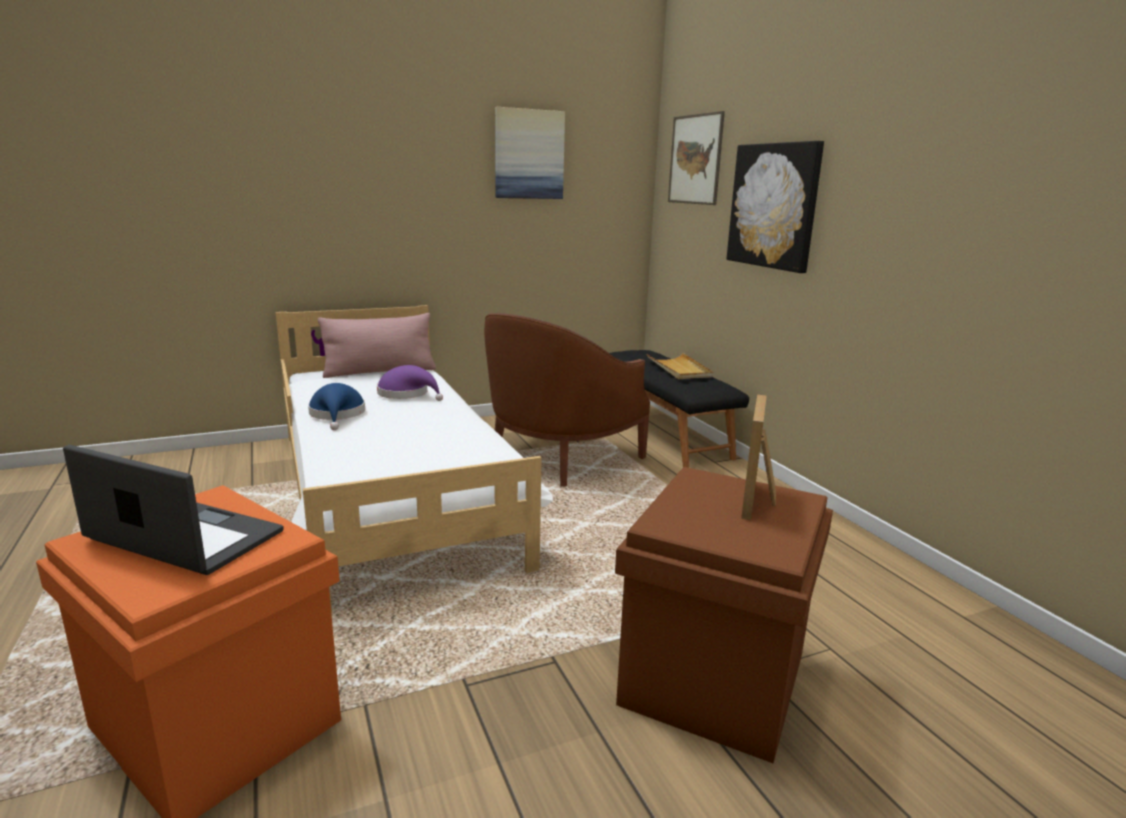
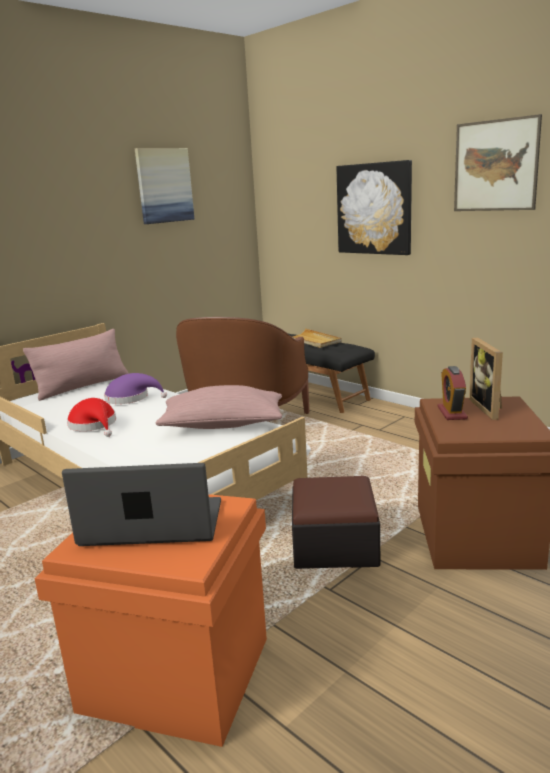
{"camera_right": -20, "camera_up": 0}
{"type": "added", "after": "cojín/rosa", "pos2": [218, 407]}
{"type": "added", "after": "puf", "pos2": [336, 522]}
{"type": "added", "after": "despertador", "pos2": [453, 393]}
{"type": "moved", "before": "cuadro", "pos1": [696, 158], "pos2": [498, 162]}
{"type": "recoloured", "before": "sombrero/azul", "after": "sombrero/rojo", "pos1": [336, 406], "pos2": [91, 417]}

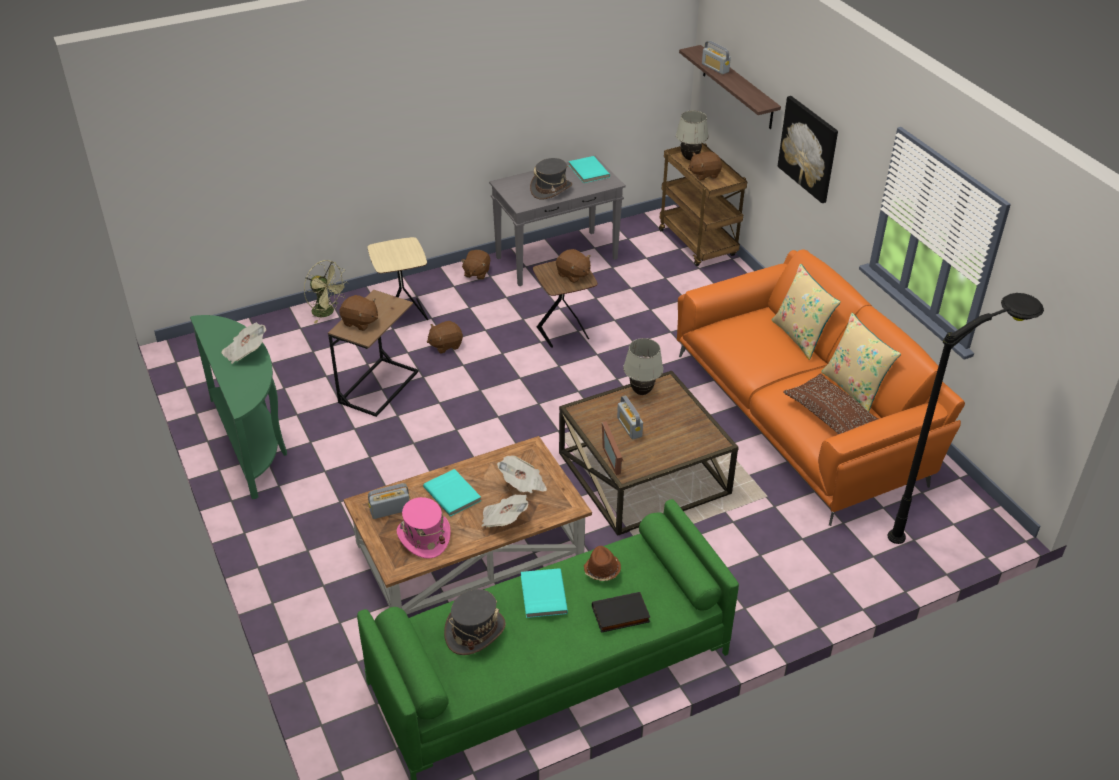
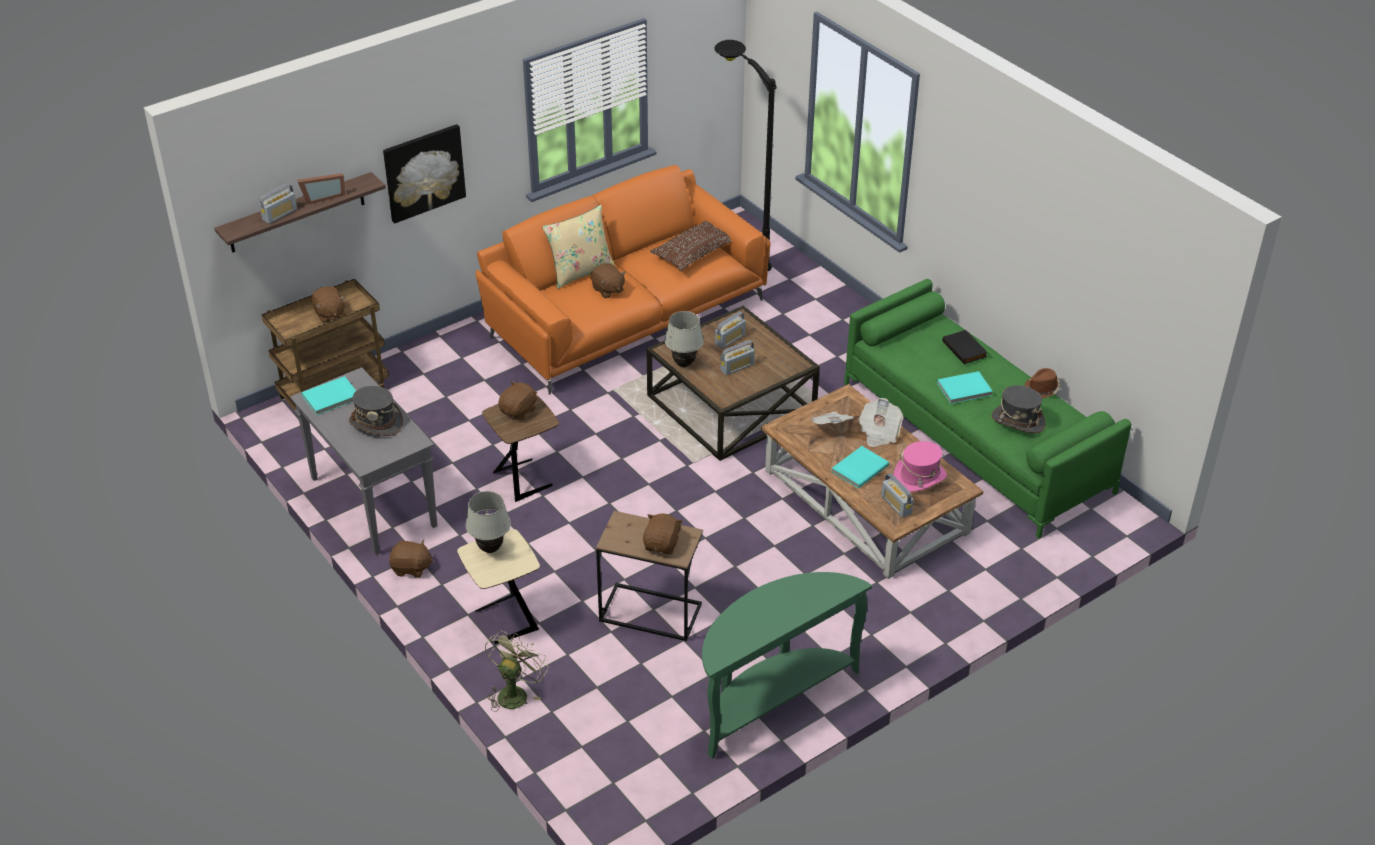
{"camera_right": -100, "camera_up": 0}
{"type": "removed", "before": "periódico", "pos1": [244, 343]}
{"type": "removed", "before": "cojín/beis", "pos1": [861, 362]}
{"type": "added", "after": "radio", "pos2": [730, 330]}
{"type": "moved", "before": "peluche/marrón", "pos1": [445, 337], "pos2": [608, 280]}
{"type": "moved", "before": "sombrero/marrón", "pos1": [602, 563], "pos2": [1042, 383]}
{"type": "moved", "before": "portarretratos", "pos1": [612, 448], "pos2": [321, 189]}
{"type": "moved", "before": "lámpara de mesa/blanco", "pos1": [692, 135], "pos2": [488, 522]}

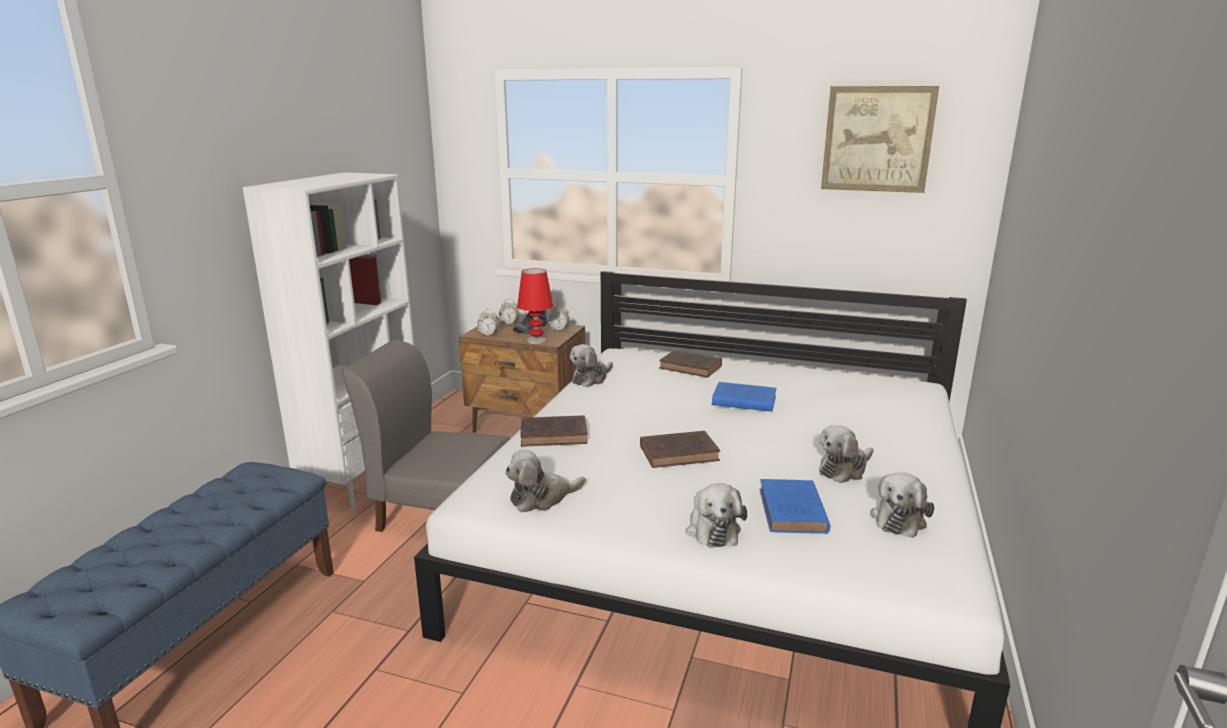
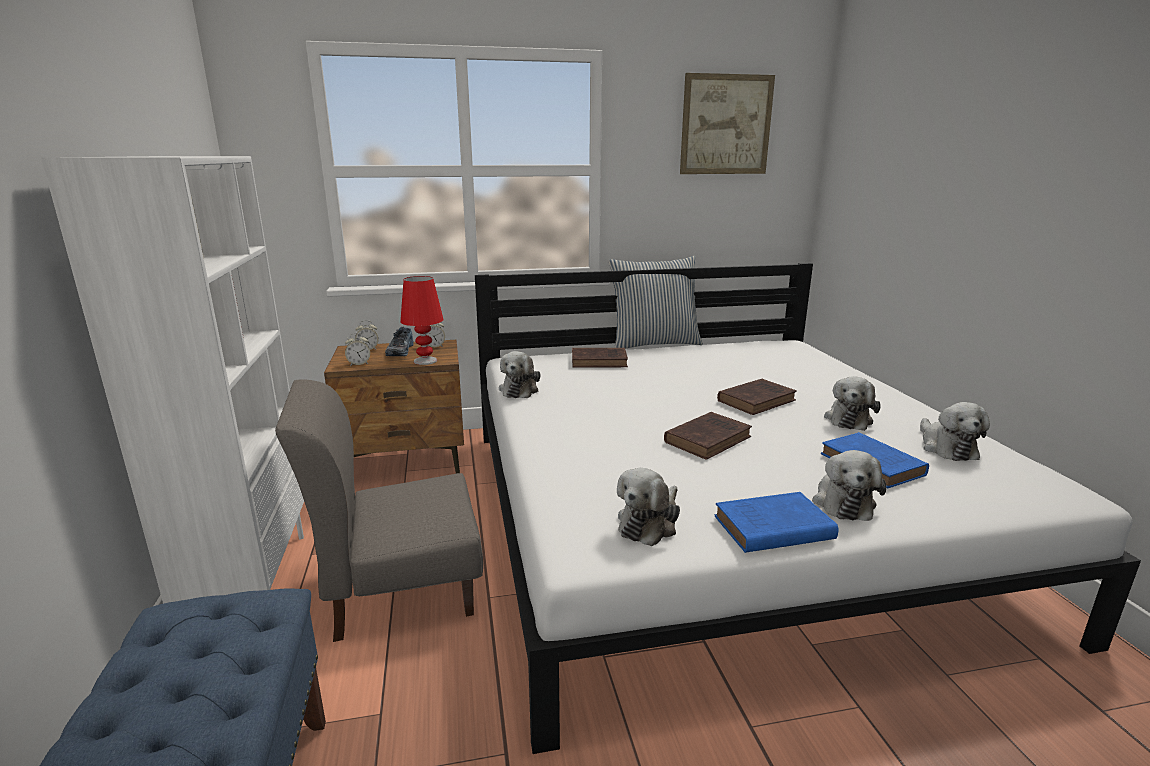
{"camera_right": -30, "camera_up": 0}
{"type": "added", "after": "cojín", "pos2": [656, 302]}
{"type": "moved", "before": "libro/marrón", "pos1": [554, 431], "pos2": [757, 397]}
{"type": "moved", "before": "libro/azul", "pos1": [744, 397], "pos2": [776, 522]}
{"type": "turned", "before": "peluche", "pos1": [716, 515], "pos2": [849, 485], "turn": 45}

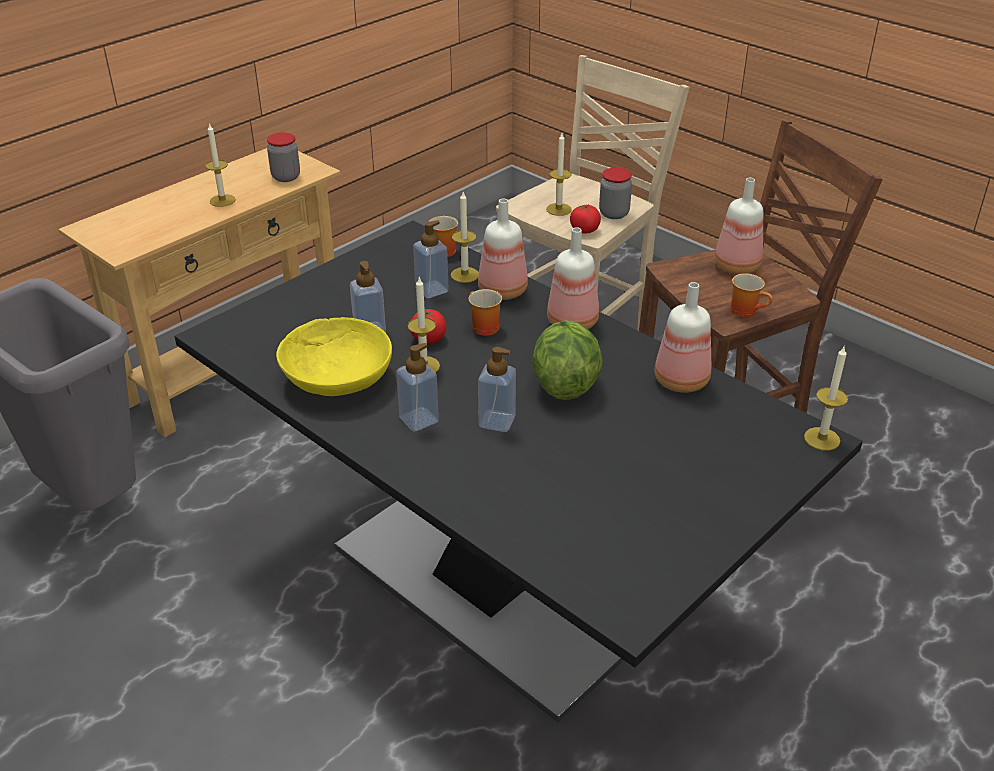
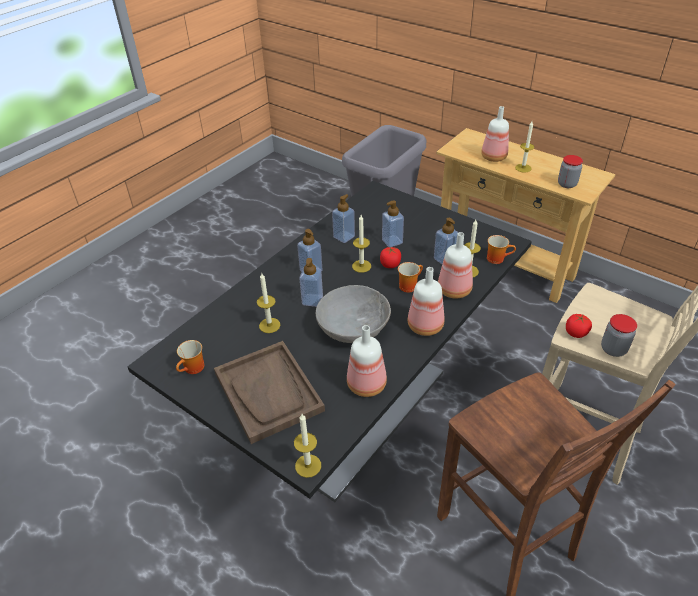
{"camera_right": 85, "camera_up": 5}
{"type": "added", "after": "bandeja/marrón", "pos2": [269, 392]}
{"type": "moved", "before": "vela", "pos1": [559, 174], "pos2": [268, 303]}
{"type": "moved", "before": "botella", "pos1": [739, 226], "pos2": [495, 134]}
{"type": "moved", "before": "taza grande", "pos1": [751, 295], "pos2": [190, 357]}
{"type": "replaced", "before": "cuenco/amarillo", "after": "dispensador de jabón", "pos1": [334, 356], "pos2": [343, 218]}
{"type": "replaced", "before": "lechuga", "after": "cuenco/gris", "pos1": [567, 360], "pos2": [353, 314]}

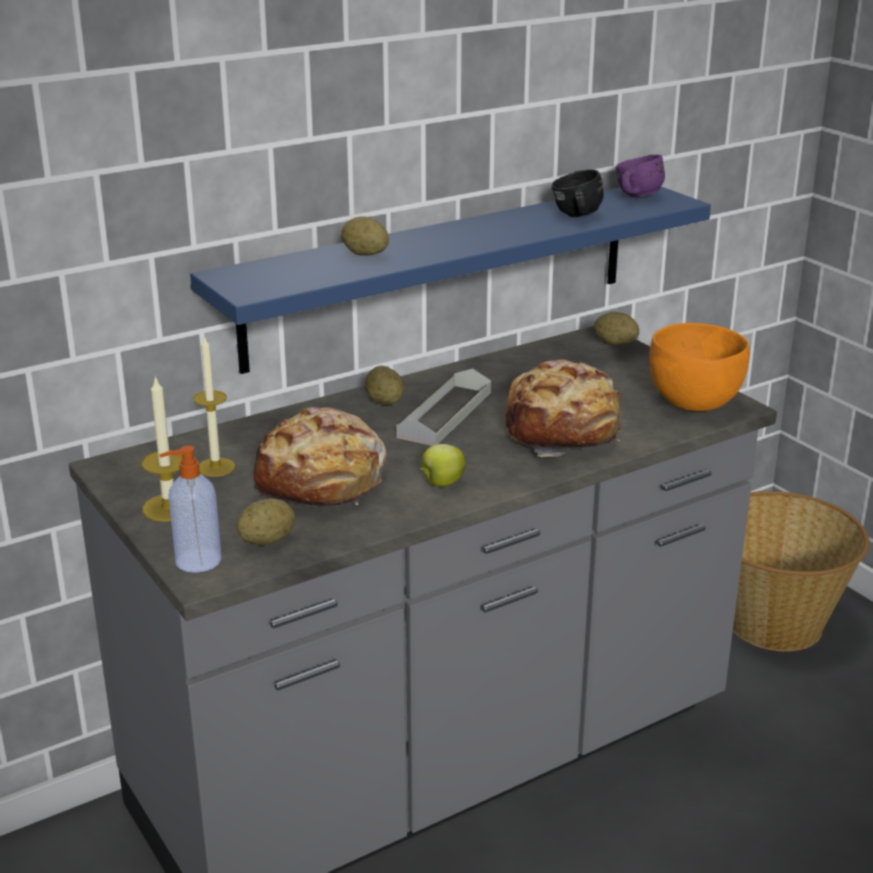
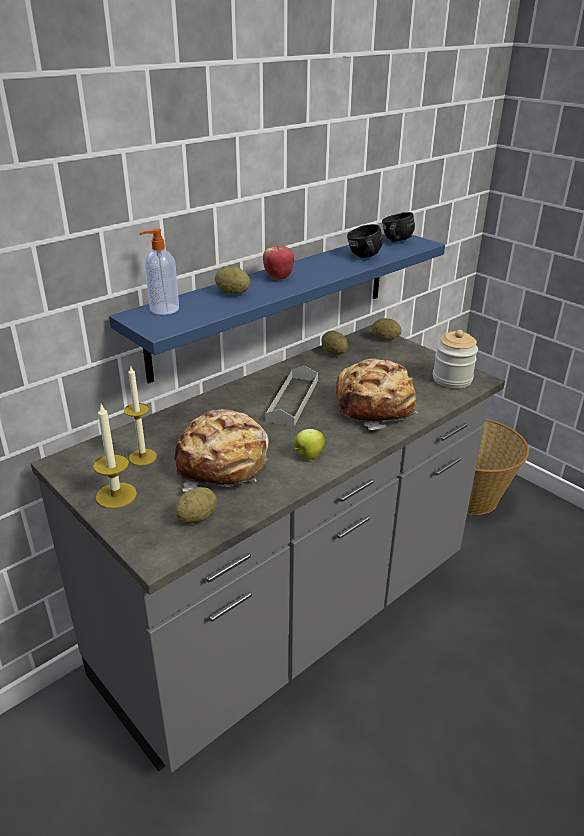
{"camera_right": -10, "camera_up": 5}
{"type": "added", "after": "manzana", "pos2": [278, 262]}
{"type": "moved", "before": "dispensador de jabón", "pos1": [190, 509], "pos2": [159, 272]}
{"type": "moved", "before": "patata", "pos1": [384, 385], "pos2": [334, 342]}
{"type": "replaced", "before": "cuenco/naranja", "after": "tarro", "pos1": [699, 367], "pos2": [455, 359]}
{"type": "recoloured", "before": "taza grande/morado", "after": "taza grande/negro", "pos1": [640, 176], "pos2": [398, 227]}

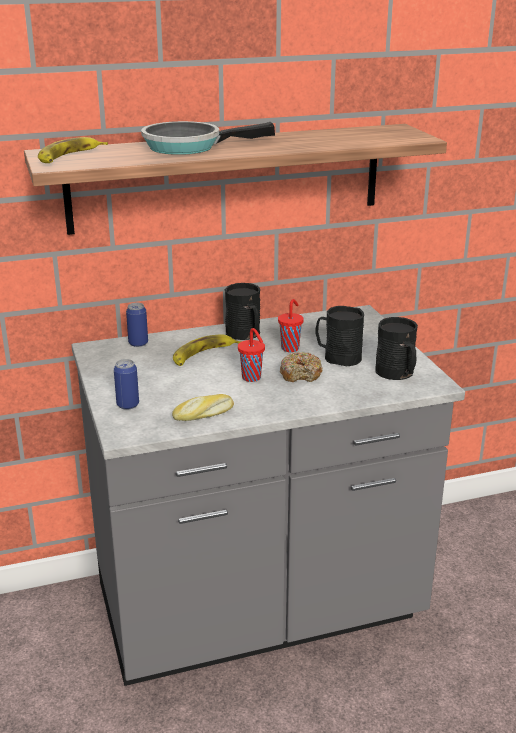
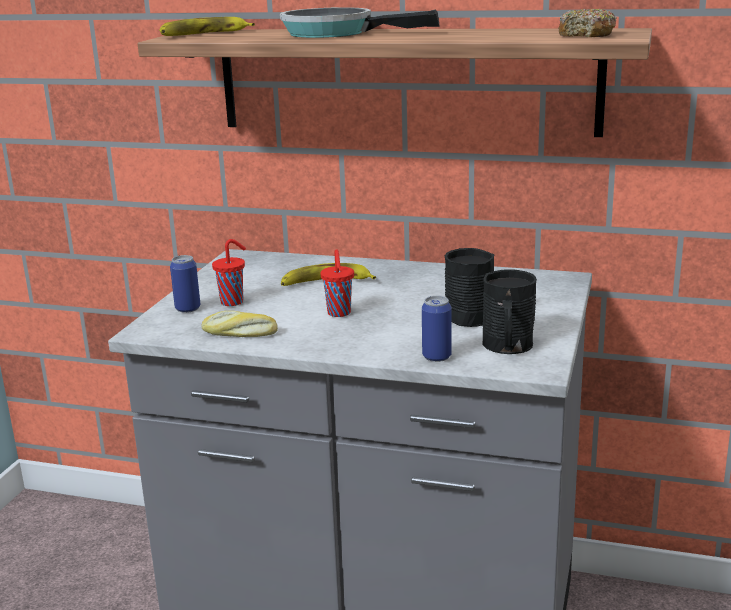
{"camera_right": 35, "camera_up": -5}
{"type": "removed", "before": "taza grande/negro", "pos1": [242, 311]}
{"type": "moved", "before": "lata", "pos1": [137, 325], "pos2": [437, 329]}
{"type": "moved", "before": "taza/rojo", "pos1": [291, 325], "pos2": [229, 272]}
{"type": "moved", "before": "rosquilla", "pos1": [301, 367], "pos2": [587, 23]}

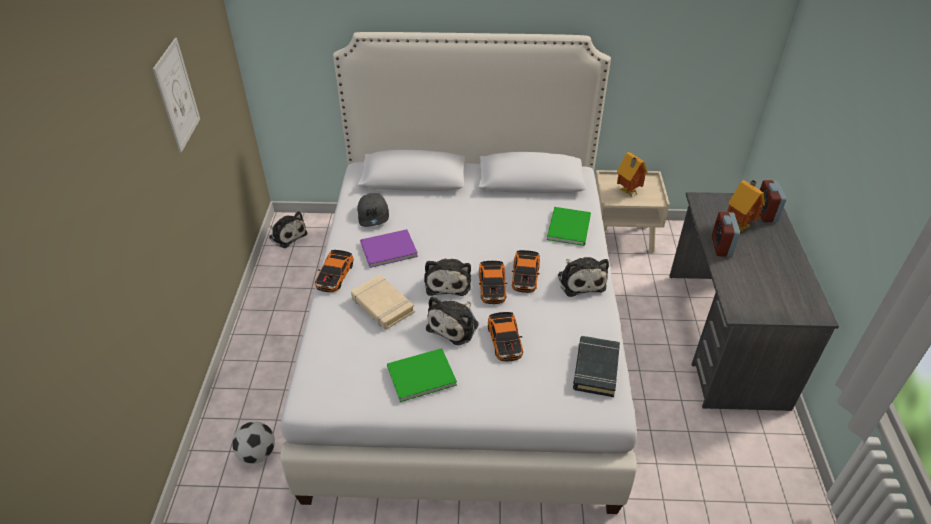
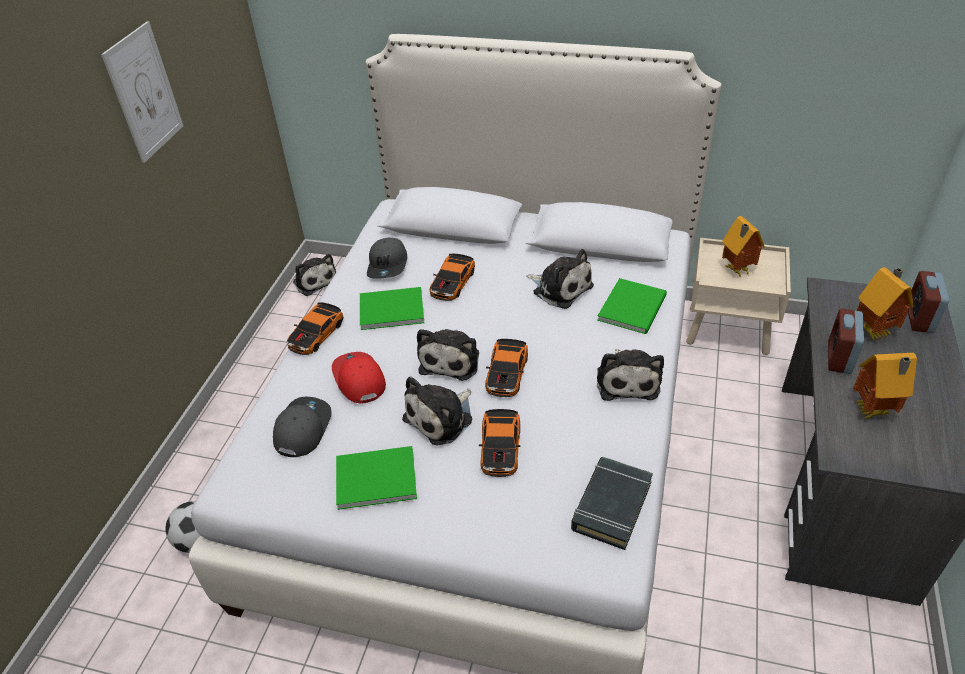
{"camera_right": 15, "camera_up": 0}
{"type": "added", "after": "gorra/gris", "pos2": [302, 427]}
{"type": "added", "after": "peluche", "pos2": [560, 279]}
{"type": "added", "after": "casita", "pos2": [885, 386]}
{"type": "moved", "before": "coche de juguete", "pos1": [526, 271], "pos2": [452, 277]}
{"type": "replaced", "before": "libro/beis", "after": "gorra/rojo", "pos1": [383, 302], "pos2": [359, 377]}
{"type": "recoloured", "before": "libro/morado", "after": "libro/verde", "pos1": [389, 248], "pos2": [392, 308]}

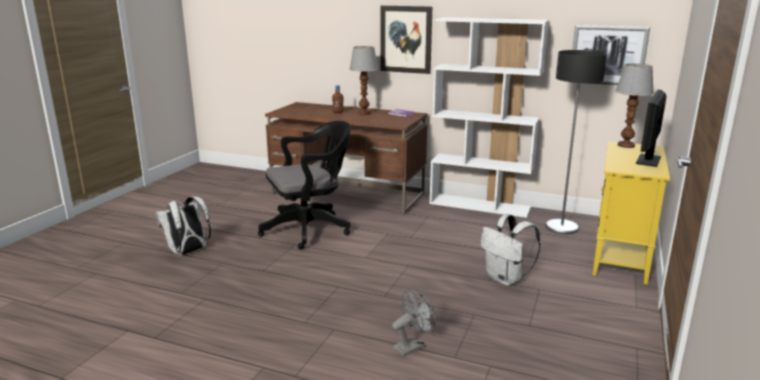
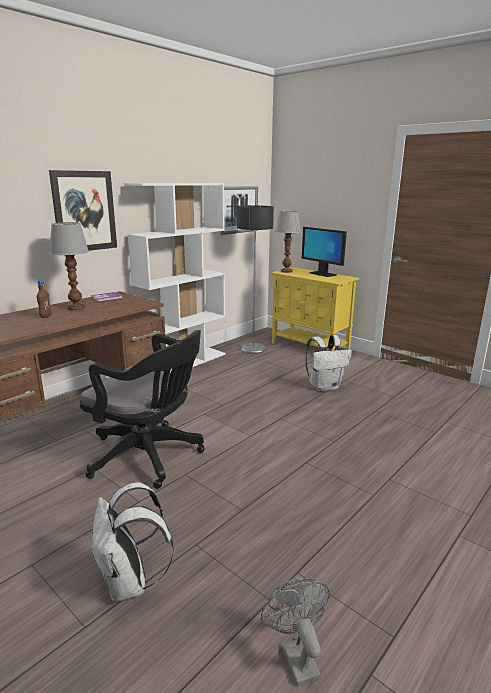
{"camera_right": -70, "camera_up": 0}
{"type": "moved", "before": "ventilador/gris", "pos1": [413, 323], "pos2": [295, 632]}
{"type": "turned", "before": "silla de oficina/negro", "pos1": [304, 185], "pos2": [142, 409], "turn": 120}

